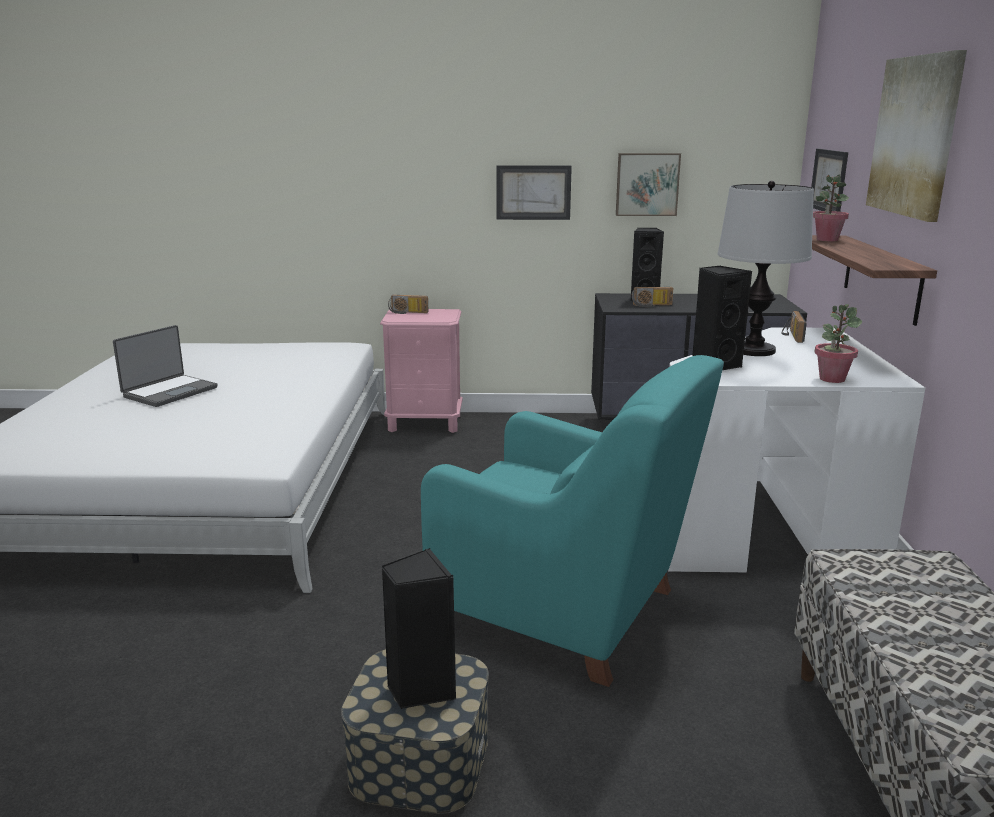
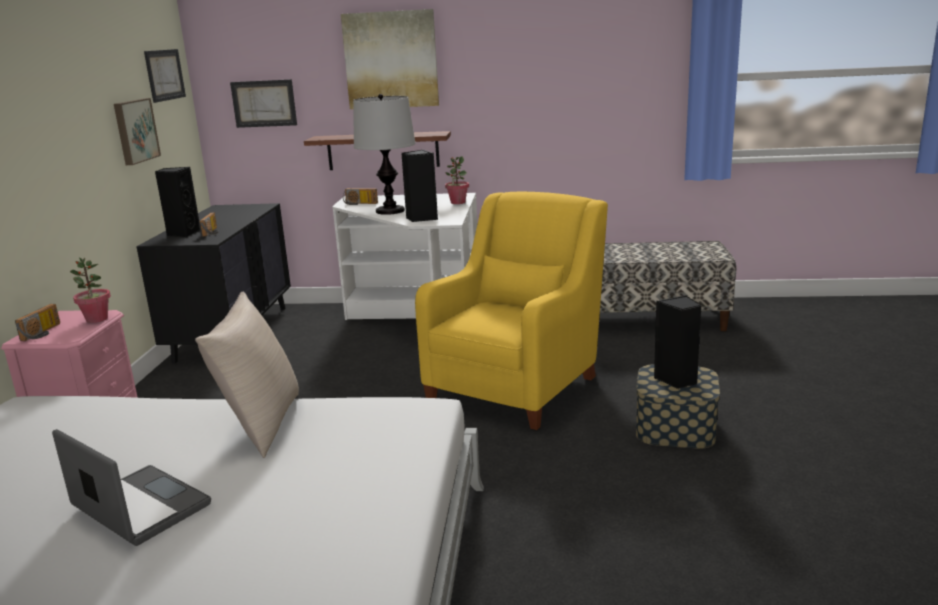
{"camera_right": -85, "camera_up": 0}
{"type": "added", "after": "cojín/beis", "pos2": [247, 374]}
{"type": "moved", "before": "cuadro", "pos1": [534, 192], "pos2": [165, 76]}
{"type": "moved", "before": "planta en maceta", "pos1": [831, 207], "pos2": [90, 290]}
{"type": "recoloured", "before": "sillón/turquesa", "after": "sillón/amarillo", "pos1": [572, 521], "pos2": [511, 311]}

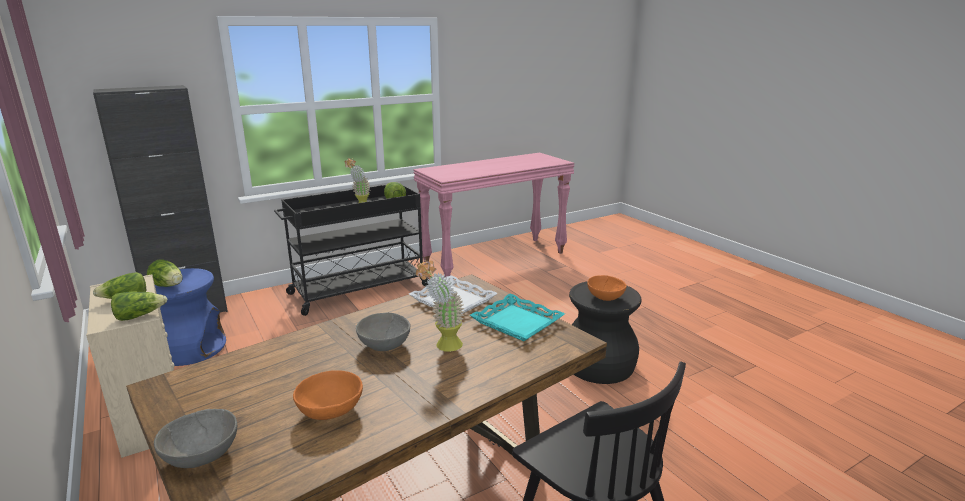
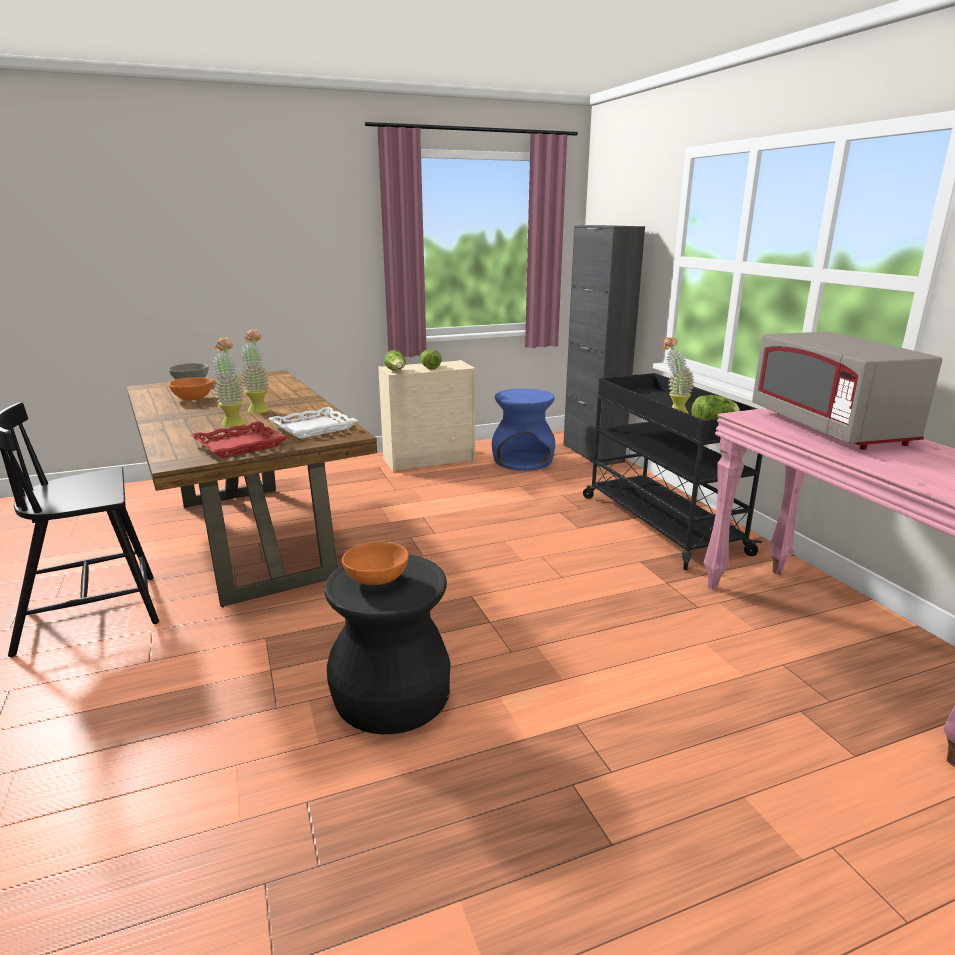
{"camera_right": 100, "camera_up": 0}
{"type": "removed", "before": "lechuga", "pos1": [164, 273]}
{"type": "added", "after": "microondas/gris", "pos2": [847, 391]}
{"type": "replaced", "before": "cuenco/gris", "after": "planta en maceta", "pos1": [383, 332], "pos2": [255, 371]}
{"type": "recoloured", "before": "bandeja/turquesa", "after": "bandeja/rojo", "pos1": [517, 317], "pos2": [238, 439]}

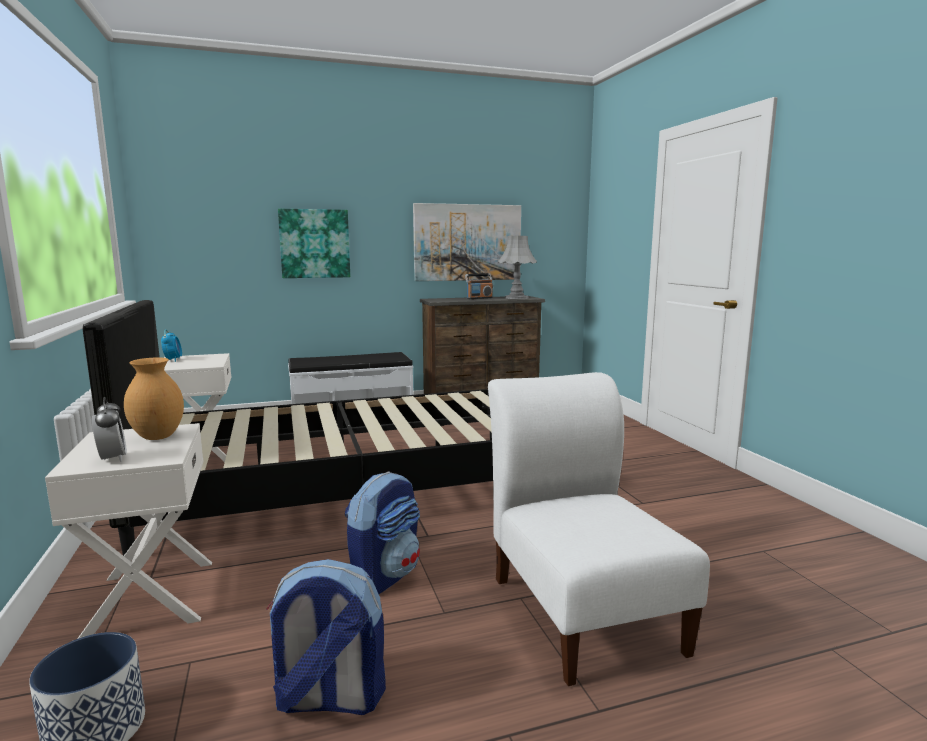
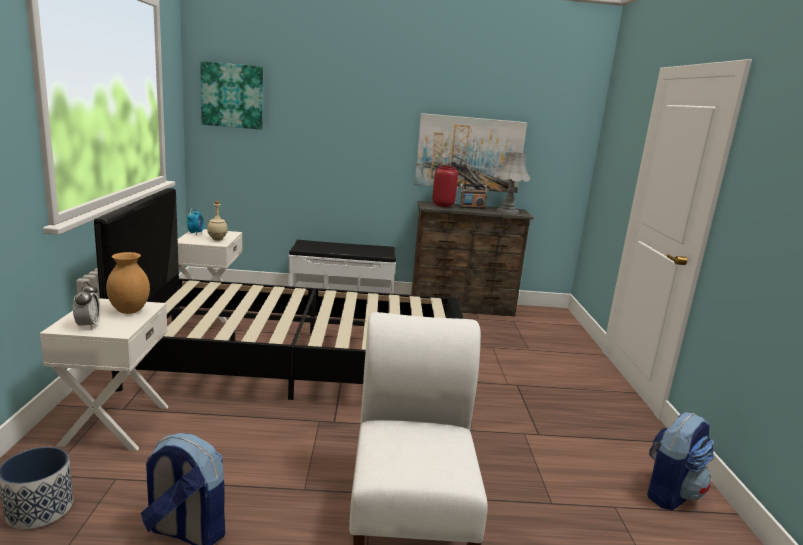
{"camera_right": 15, "camera_up": 5}
{"type": "added", "after": "botella/beis", "pos2": [217, 221]}
{"type": "added", "after": "florero/rojo", "pos2": [445, 186]}
{"type": "moved", "before": "cuadro", "pos1": [314, 243], "pos2": [231, 95]}
{"type": "moved", "before": "mochila", "pos1": [382, 532], "pos2": [680, 461]}

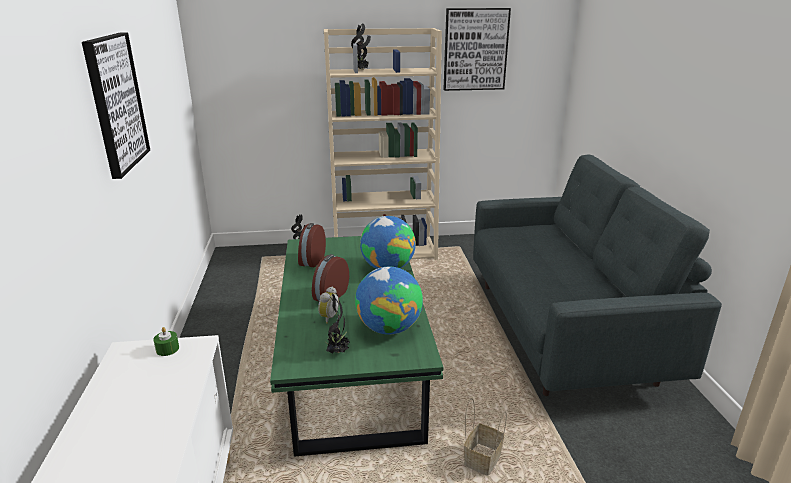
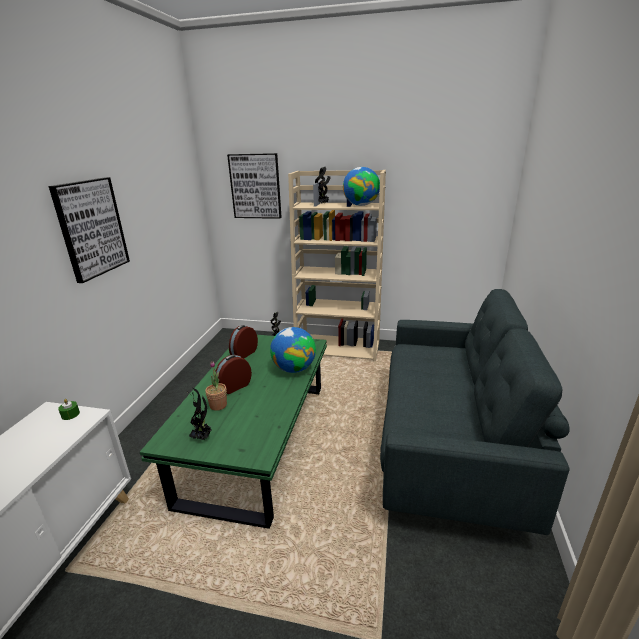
{"camera_right": 20, "camera_up": 0}
{"type": "removed", "before": "cesta", "pos1": [485, 437]}
{"type": "moved", "before": "globo terráqueo", "pos1": [389, 300], "pos2": [361, 186]}
{"type": "moved", "before": "cuadro", "pos1": [477, 49], "pos2": [254, 186]}
{"type": "replaced", "before": "despertador", "after": "planta en maceta", "pos1": [328, 305], "pos2": [216, 386]}

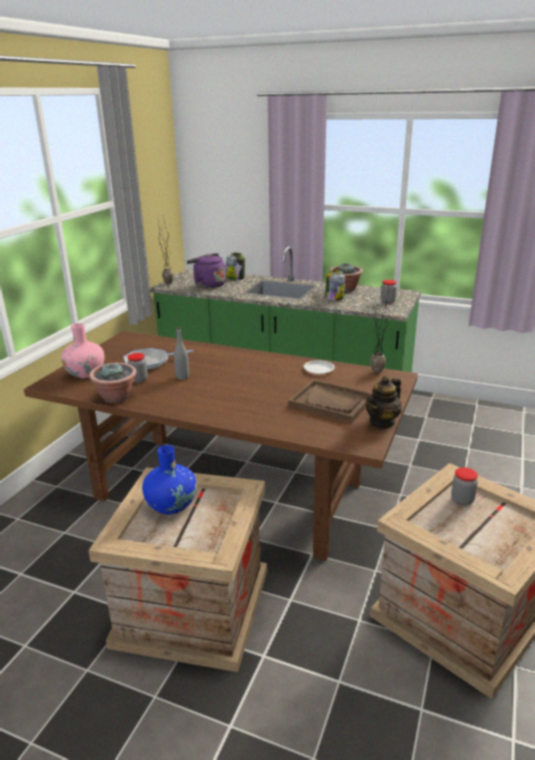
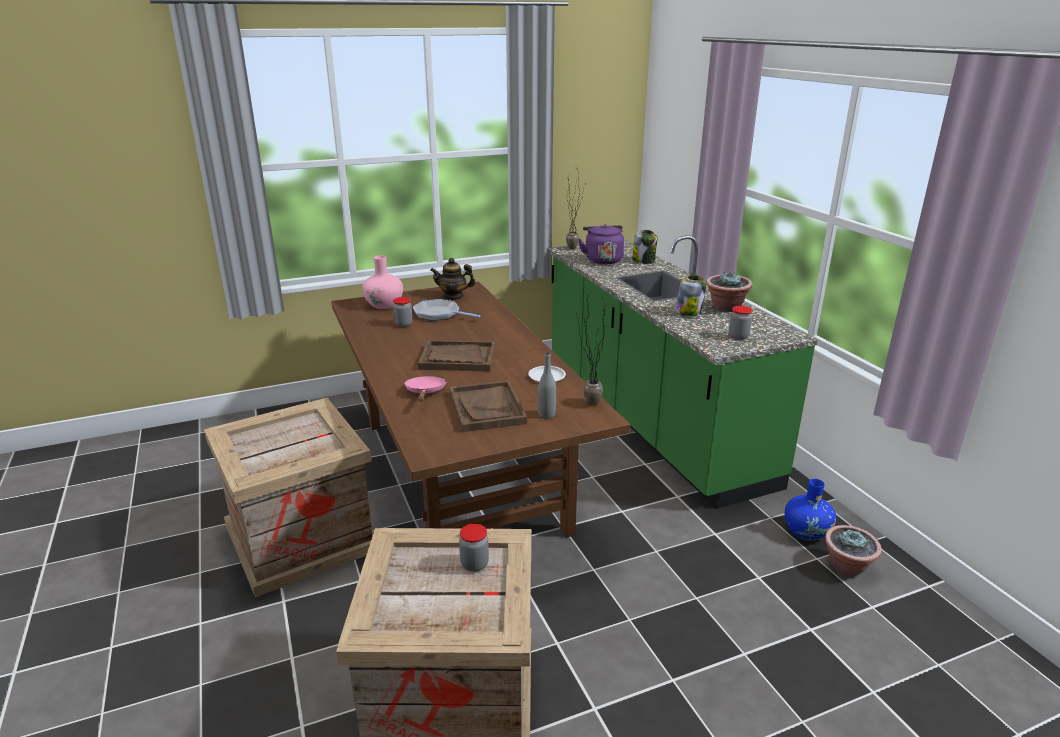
{"camera_right": 45, "camera_up": 0}
{"type": "added", "after": "sartén/rosa", "pos2": [425, 389]}
{"type": "added", "after": "bandeja/marrón", "pos2": [456, 355]}
{"type": "moved", "before": "planta en maceta", "pos1": [113, 382], "pos2": [853, 550]}
{"type": "moved", "before": "florero/azul", "pos1": [169, 480], "pos2": [810, 510]}
{"type": "moved", "before": "botella/gris", "pos1": [181, 353], "pos2": [547, 385]}
{"type": "moved", "before": "tetera", "pos1": [383, 402], "pos2": [452, 279]}

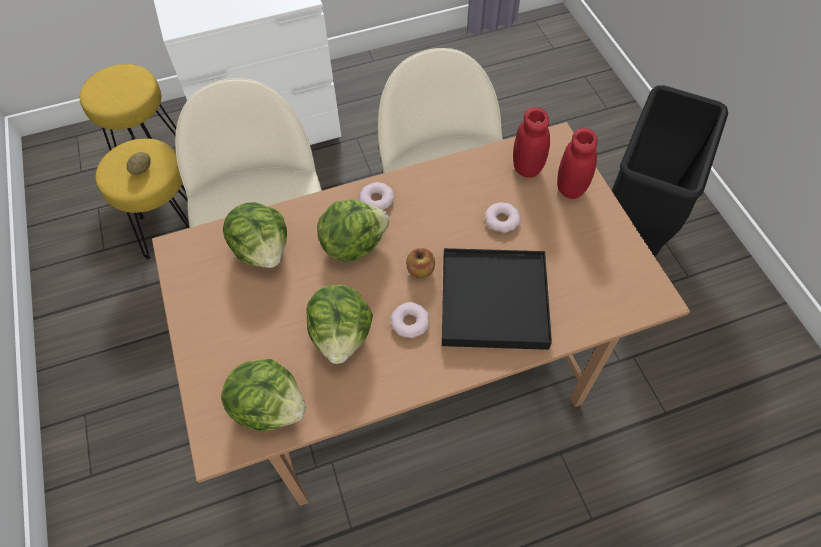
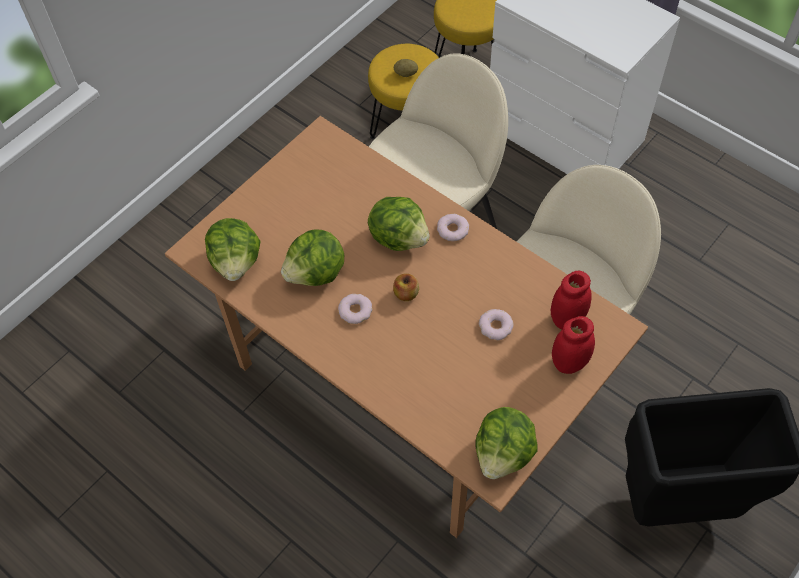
{"camera_right": 60, "camera_up": 0}
{"type": "removed", "before": "bandeja/negro", "pos1": [497, 299]}
{"type": "moved", "before": "lechuga", "pos1": [255, 235], "pos2": [506, 443]}

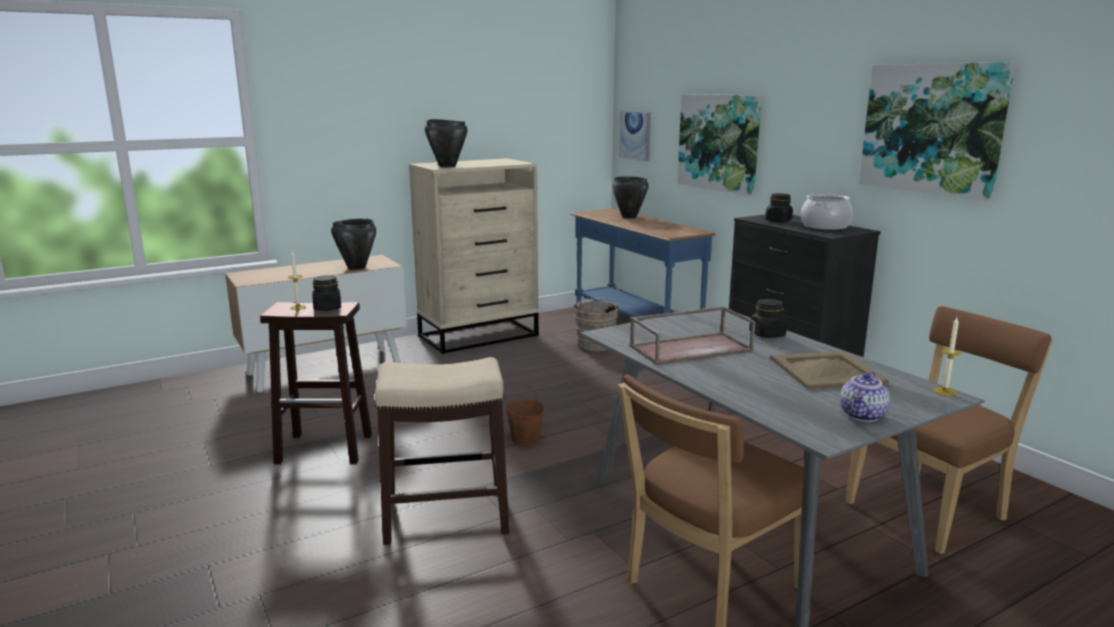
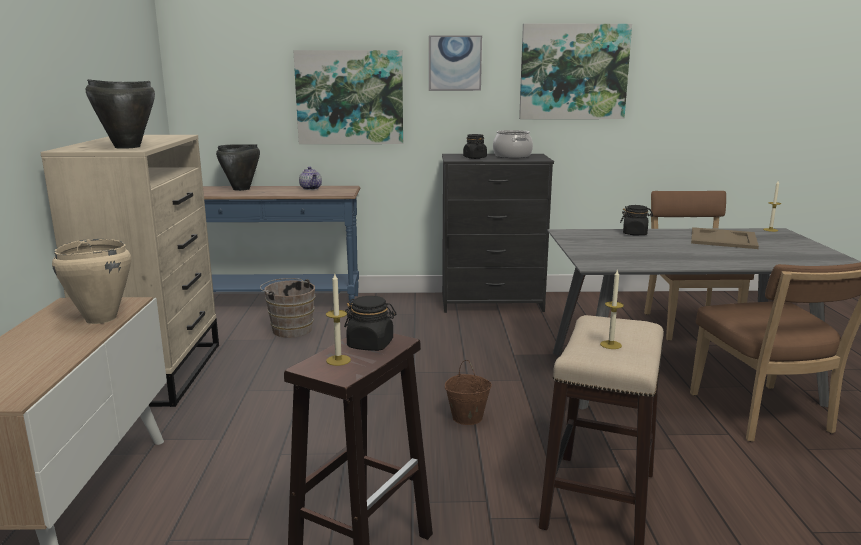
{"camera_right": -60, "camera_up": 0}
{"type": "removed", "before": "bandeja/marrón", "pos1": [692, 335]}
{"type": "added", "after": "vela", "pos2": [612, 309]}
{"type": "moved", "before": "cuadro", "pos1": [635, 136], "pos2": [455, 63]}
{"type": "moved", "before": "tetera", "pos1": [865, 397], "pos2": [310, 178]}
{"type": "recoloured", "before": "olla/negro", "after": "olla/beis", "pos1": [353, 244], "pos2": [91, 281]}

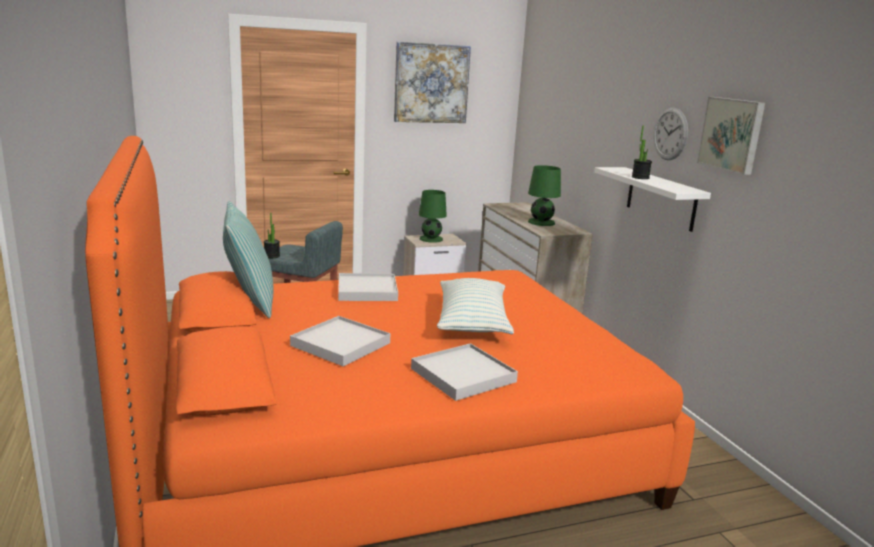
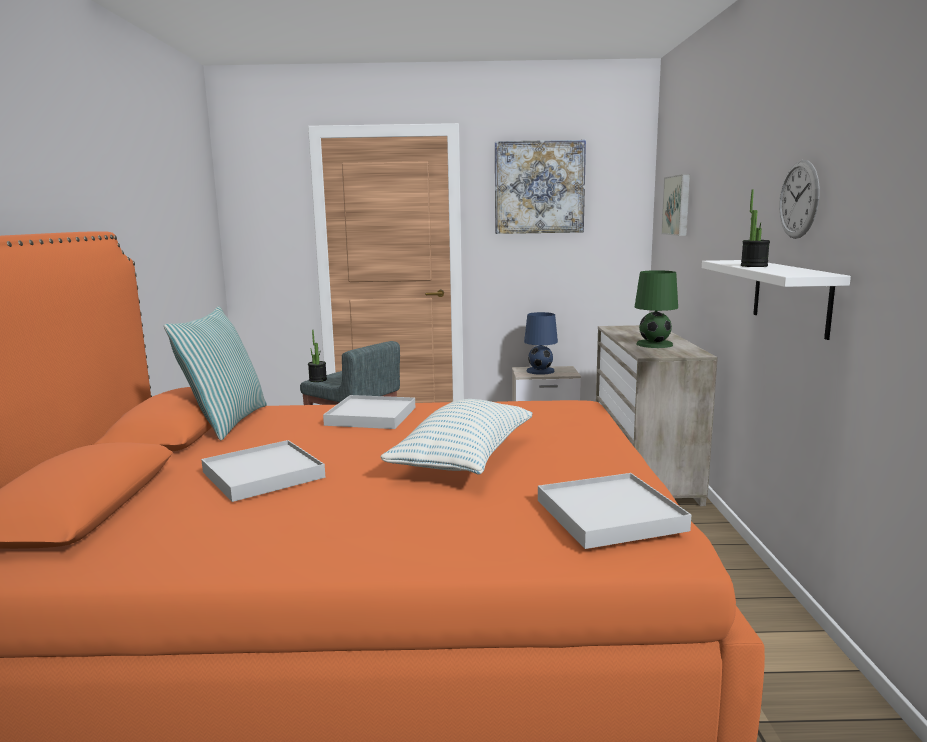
{"camera_right": 20, "camera_up": -5}
{"type": "moved", "before": "bandeja/blanco", "pos1": [464, 372], "pos2": [614, 511]}
{"type": "moved", "before": "cuadro", "pos1": [731, 136], "pos2": [675, 205]}
{"type": "recoloured", "before": "lámpara de mesa/verde", "after": "lámpara de mesa/azul", "pos1": [433, 216], "pos2": [541, 343]}

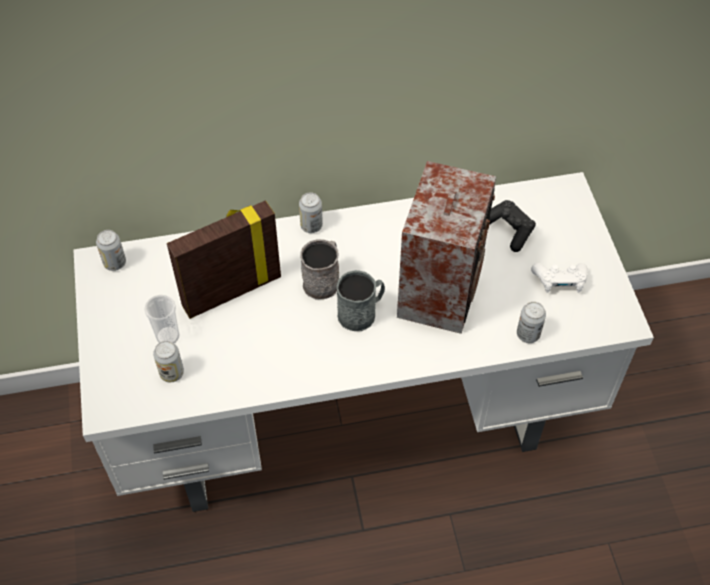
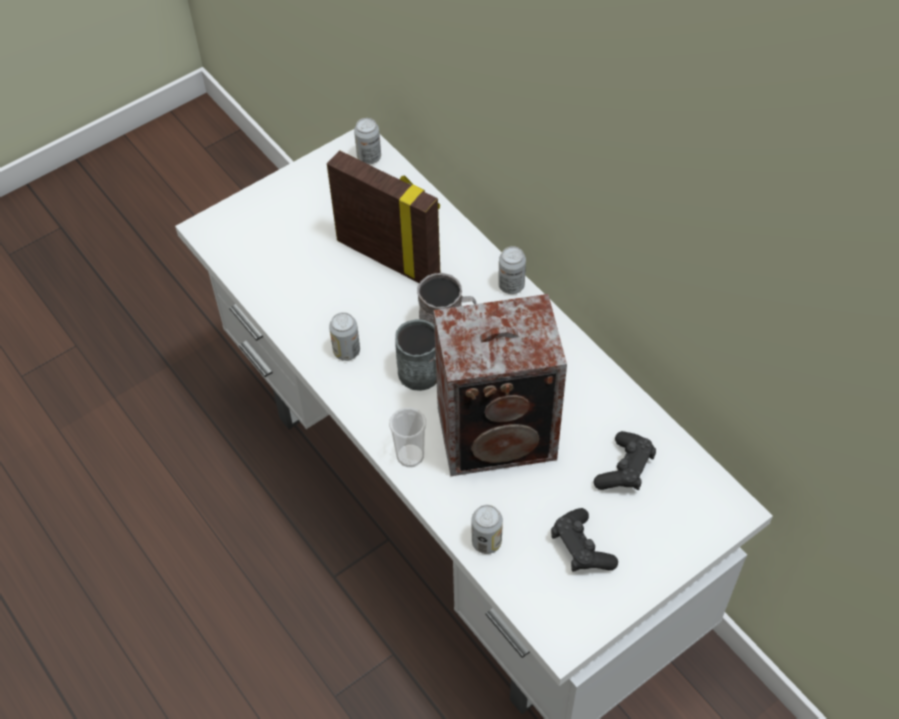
{"camera_right": 65, "camera_up": 0}
{"type": "moved", "before": "taza", "pos1": [162, 319], "pos2": [407, 437]}
{"type": "moved", "before": "lata", "pos1": [168, 361], "pos2": [344, 336]}
{"type": "recoloured", "before": "mando de consola/blanco", "after": "mando de consola/negro", "pos1": [559, 278], "pos2": [584, 540]}

